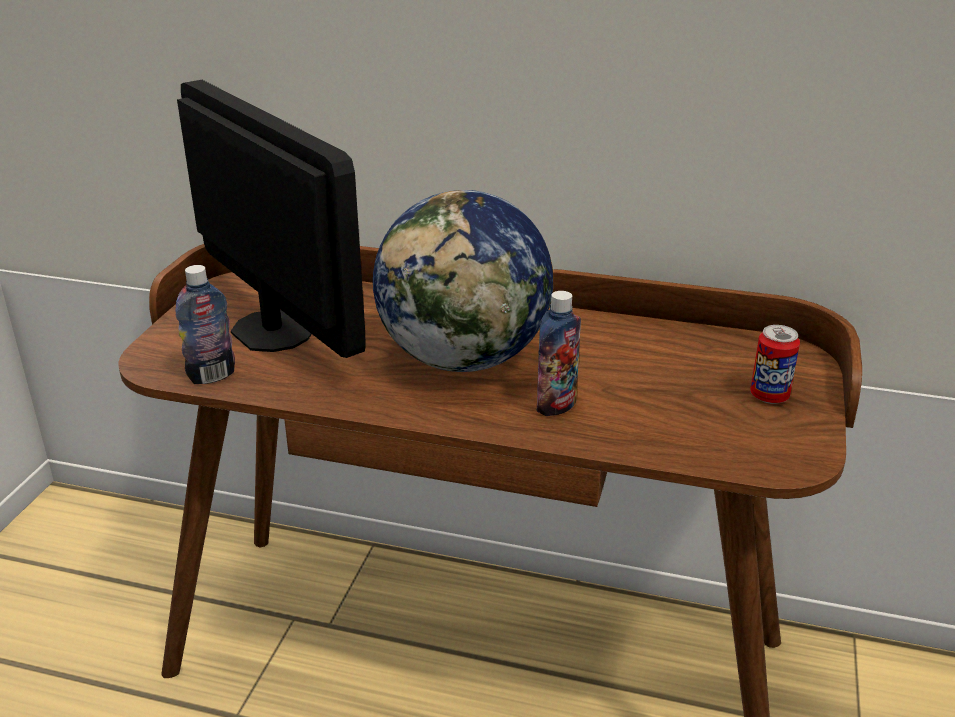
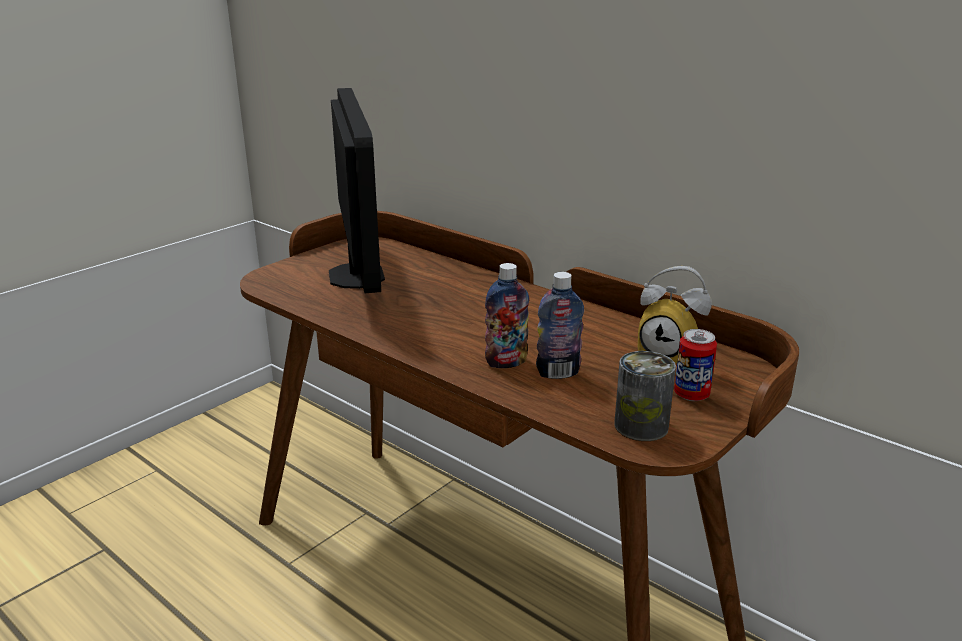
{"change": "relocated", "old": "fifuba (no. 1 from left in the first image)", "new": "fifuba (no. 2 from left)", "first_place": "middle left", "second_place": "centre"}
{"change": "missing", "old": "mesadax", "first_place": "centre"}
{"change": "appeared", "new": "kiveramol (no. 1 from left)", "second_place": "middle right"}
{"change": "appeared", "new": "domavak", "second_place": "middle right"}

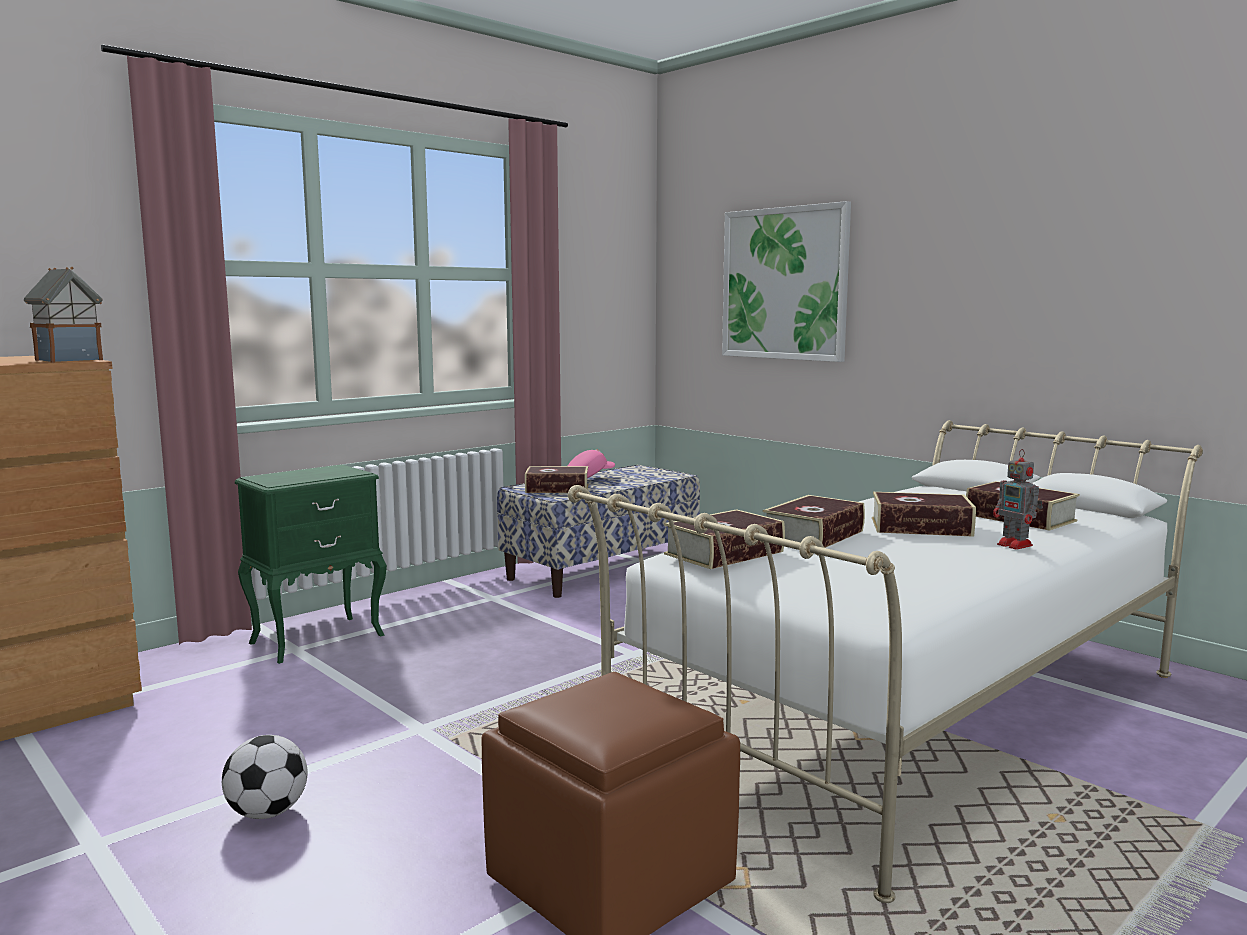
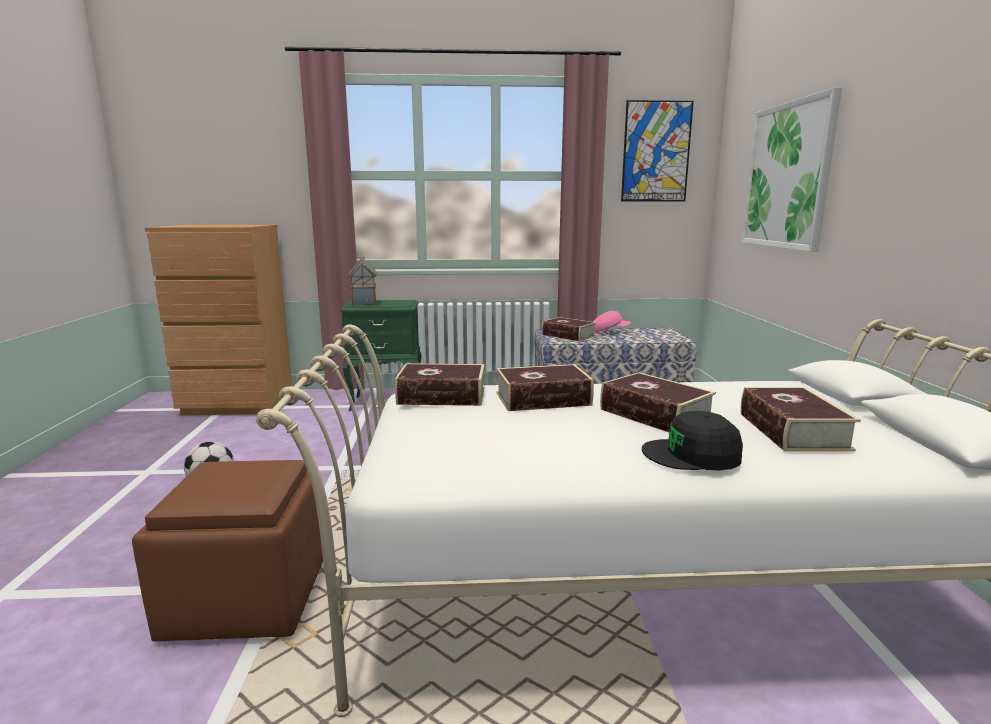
{"change": "relocated", "old": "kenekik", "first_place": "middle left", "second_place": "centre"}
{"change": "exchanged", "old": "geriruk", "new": "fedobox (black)", "first_place": "middle right", "second_place": "middle right"}
{"change": "appeared", "new": "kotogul (no. 1 from left)", "second_place": "top centre"}

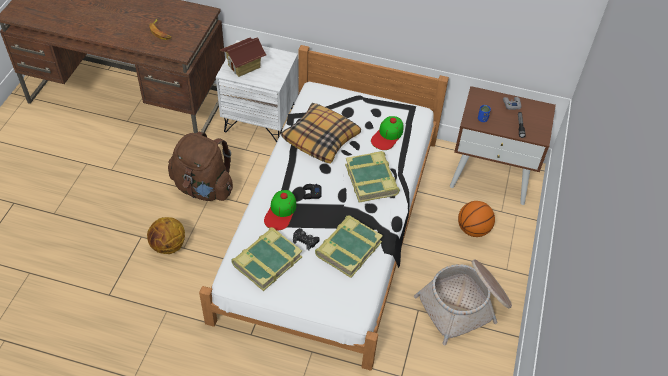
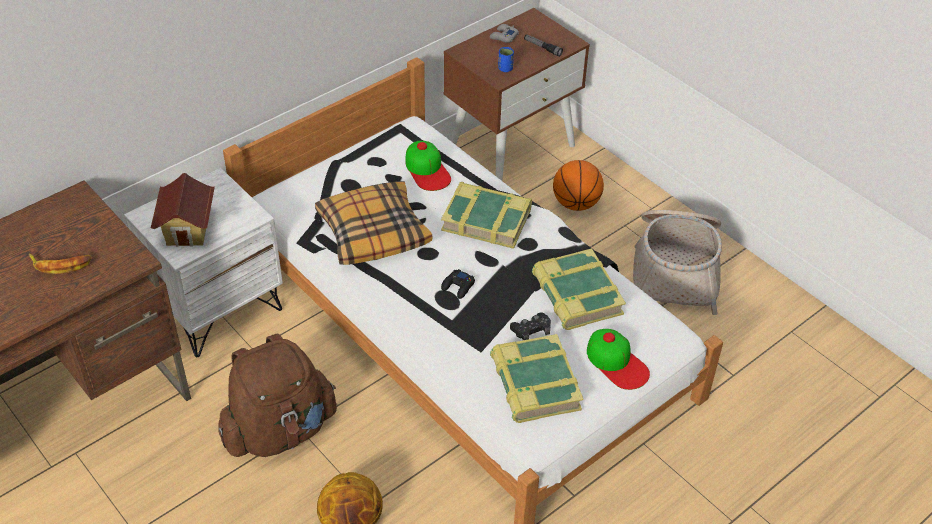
{"change": "relocated", "old": "fedobox (no. 1 from left in the first image)", "new": "fedobox (no. 2 from left)", "first_place": "centre", "second_place": "bottom centre"}

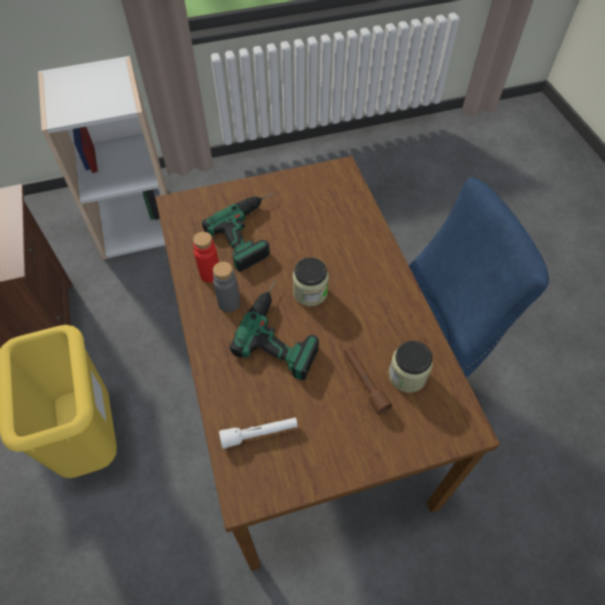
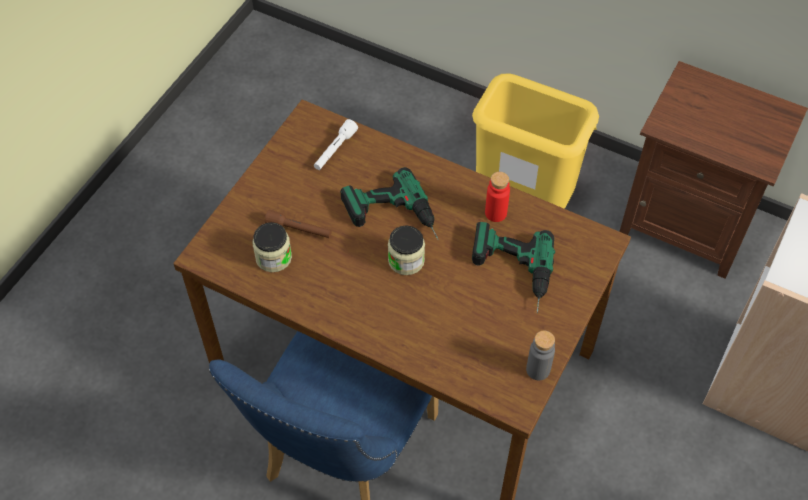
{"change": "relocated", "old": "fifuba (grey)", "first_place": "centre", "second_place": "bottom right"}

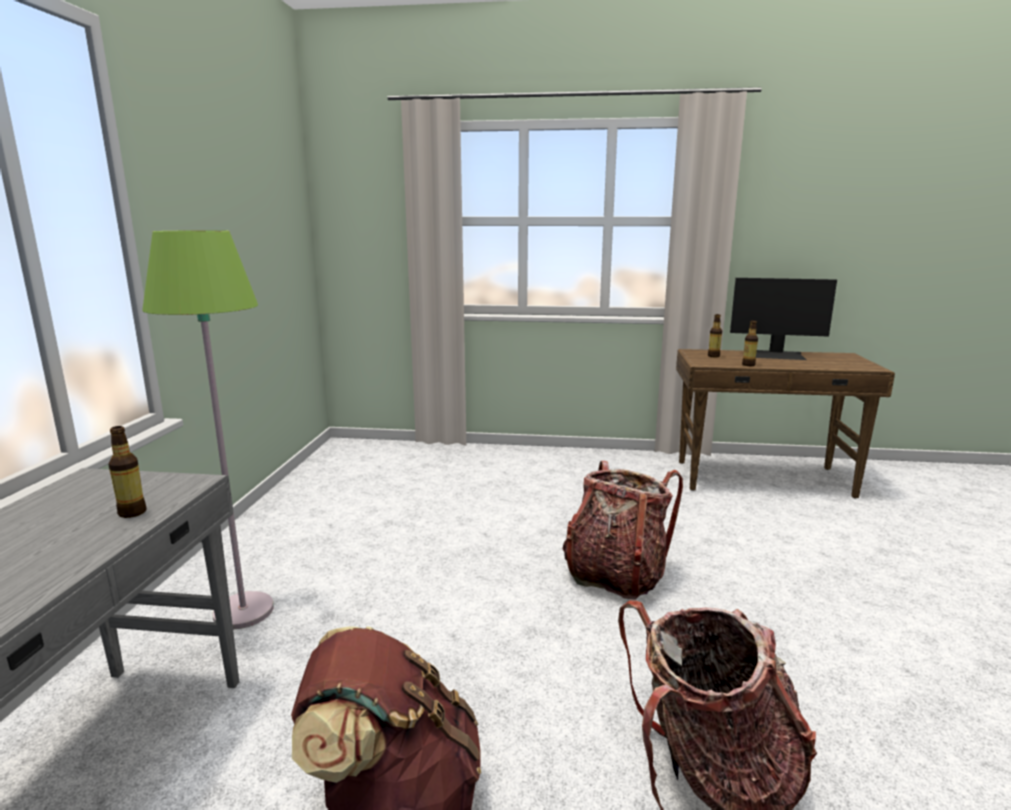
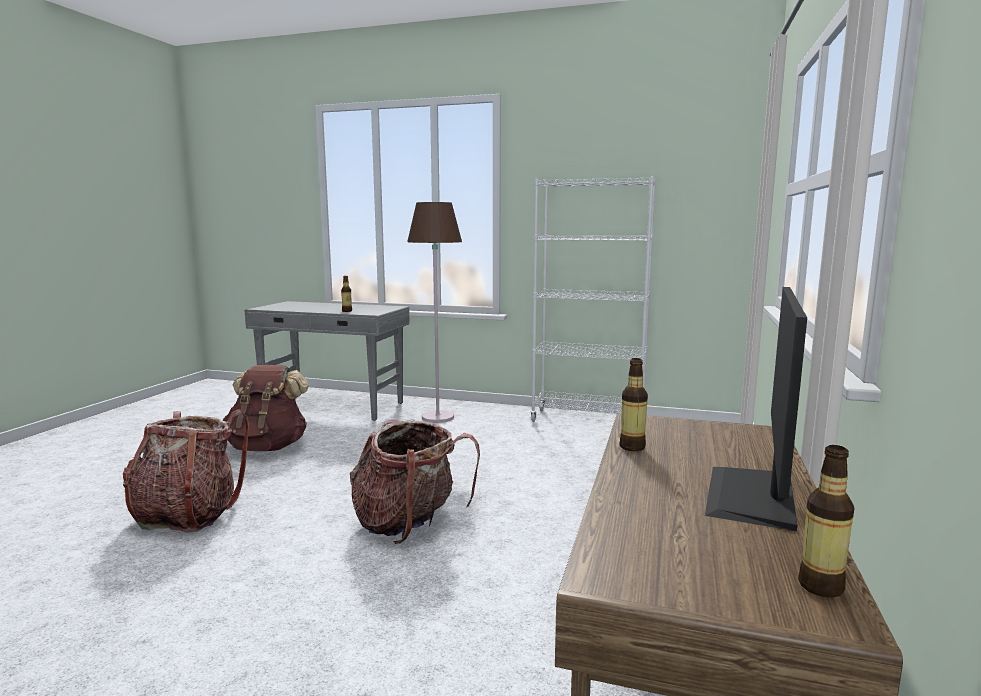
{"change": "colour", "old": "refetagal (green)", "new": "refetagal (brown)", "first_place": "middle left", "second_place": "centre"}
{"change": "relocated", "old": "fifuba (no. 2 from left in the first image)", "new": "fifuba (no. 3 from left)", "first_place": "middle right", "second_place": "bottom right"}
{"change": "appeared", "new": "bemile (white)", "second_place": "centre"}

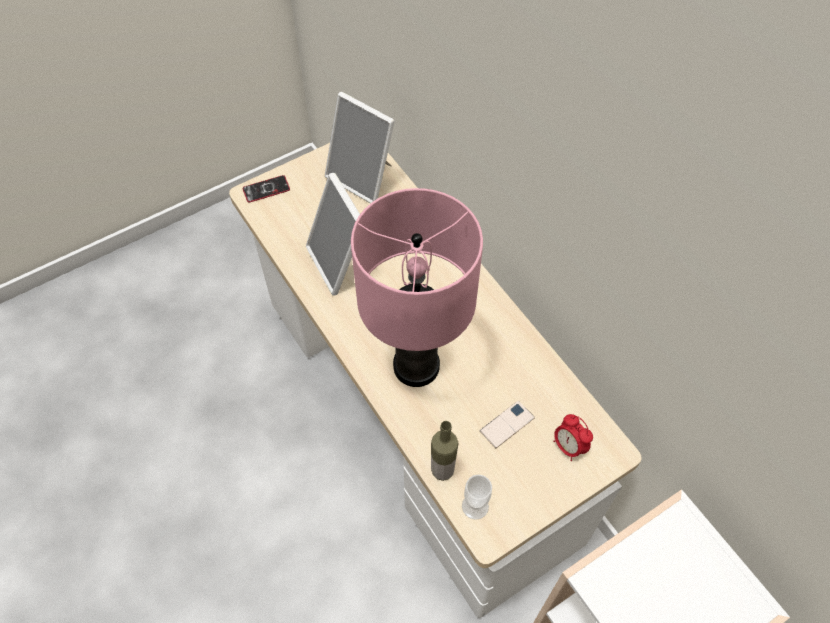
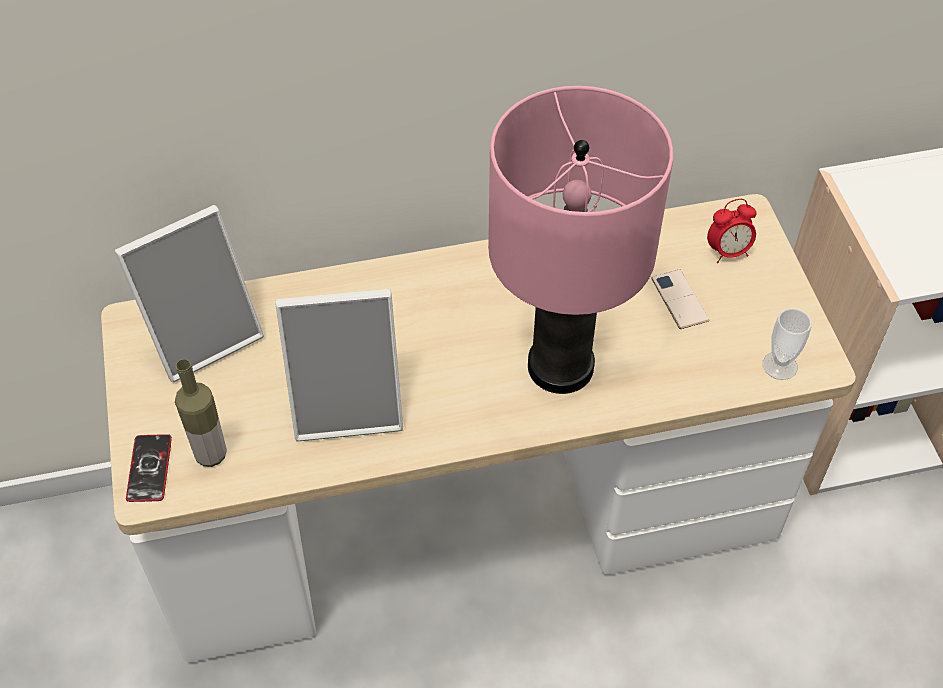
{"change": "relocated", "old": "fifuba", "first_place": "bottom centre", "second_place": "middle left"}

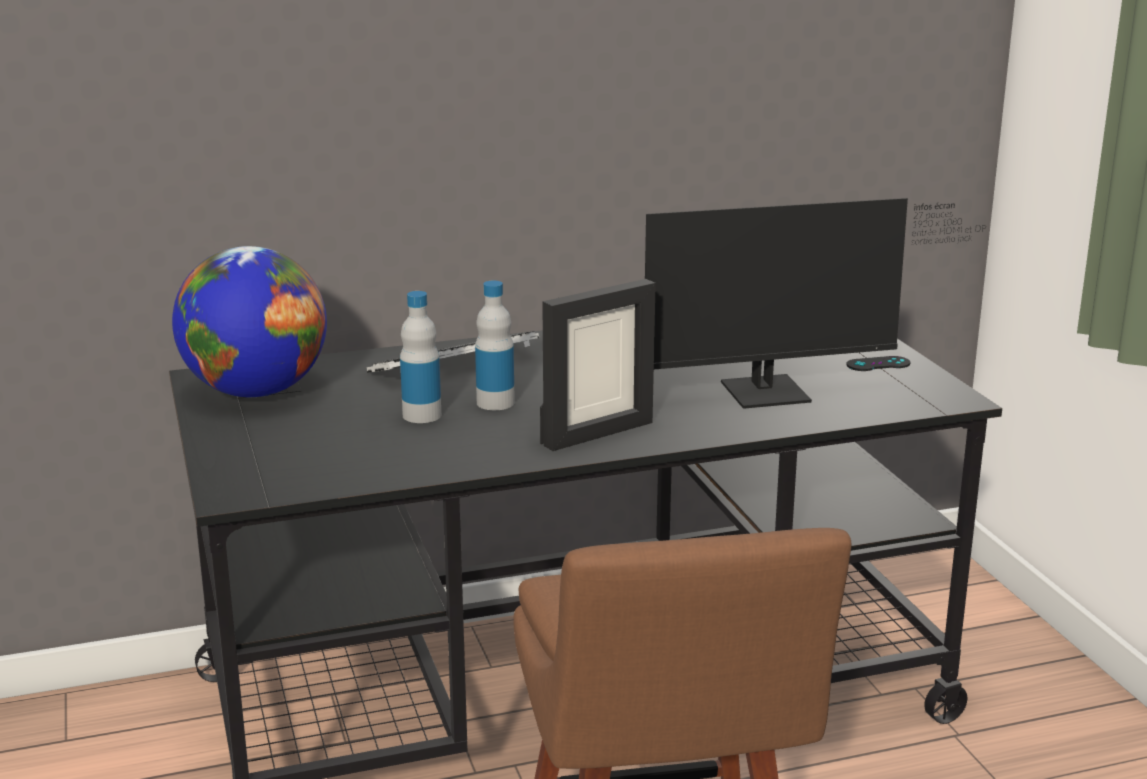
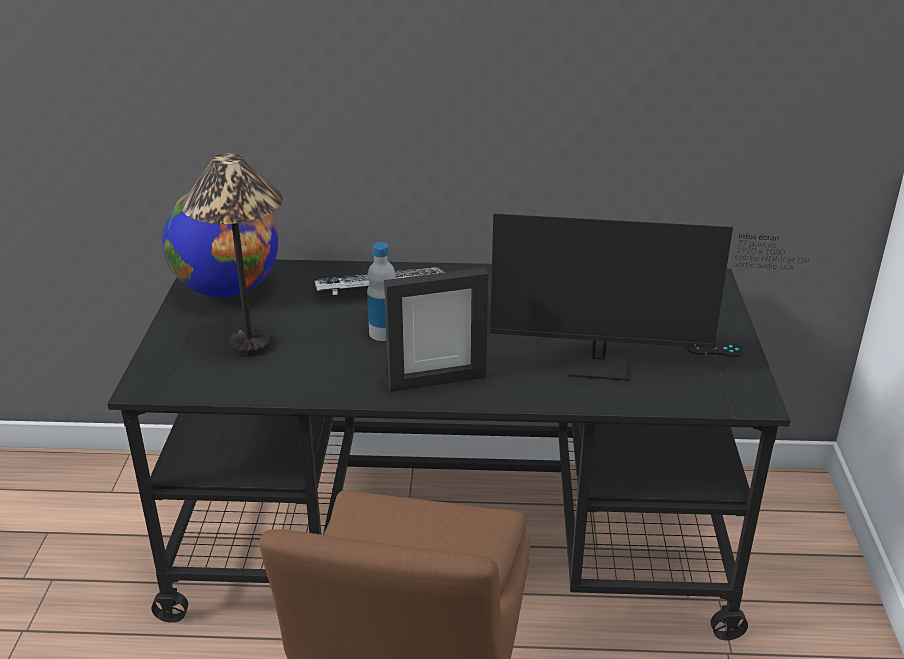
{"change": "missing", "old": "fifuba (no. 1 from left)", "first_place": "centre"}
{"change": "appeared", "new": "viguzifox", "second_place": "middle left"}

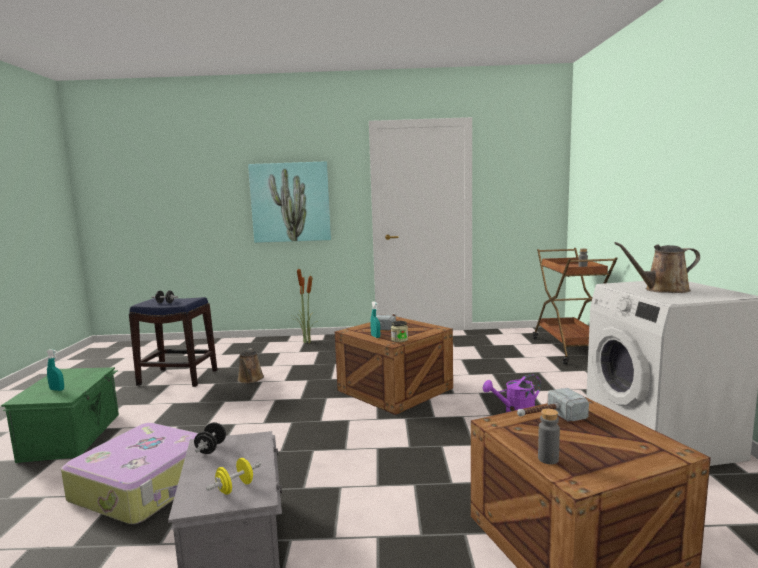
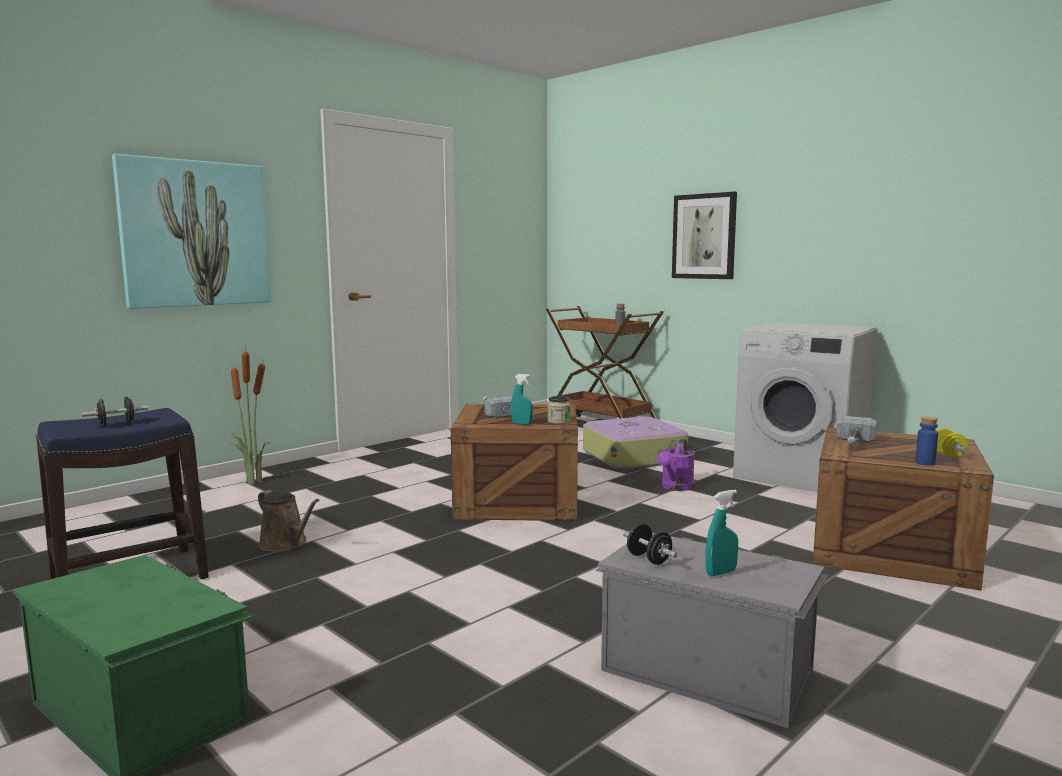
{"change": "relocated", "old": "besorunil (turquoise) (no. 1 from left in the first image)", "new": "besorunil (turquoise) (no. 2 from left)", "first_place": "middle left", "second_place": "bottom right"}
{"change": "relocated", "old": "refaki", "first_place": "bottom left", "second_place": "centre"}
{"change": "relocated", "old": "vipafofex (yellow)", "first_place": "bottom left", "second_place": "middle right"}
{"change": "colour", "old": "fifuba (grey) (no. 1 from left)", "new": "fifuba (blue)", "first_place": "bottom right", "second_place": "middle right"}
{"change": "missing", "old": "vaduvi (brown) (no. 2 from left)", "first_place": "middle right"}
{"change": "appeared", "new": "kotogul (no. 2 from left)", "second_place": "top centre"}

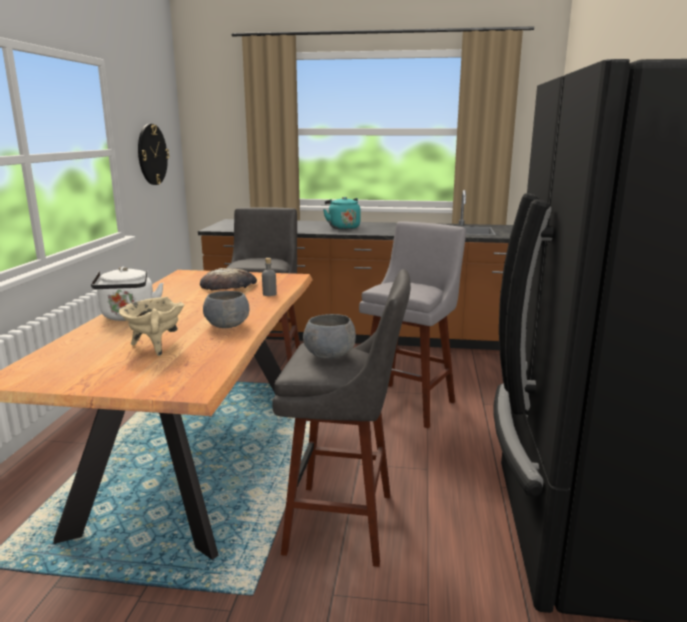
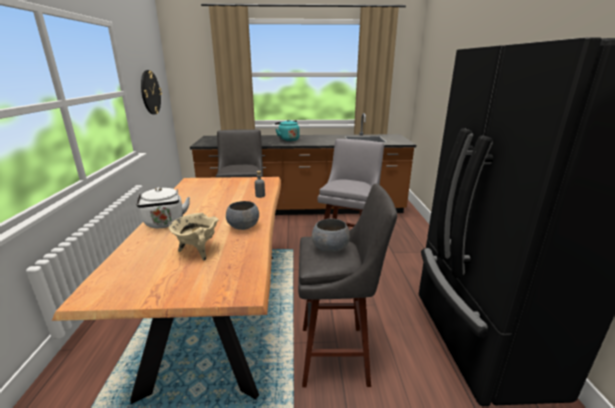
{"change": "missing", "old": "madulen", "first_place": "middle left"}

